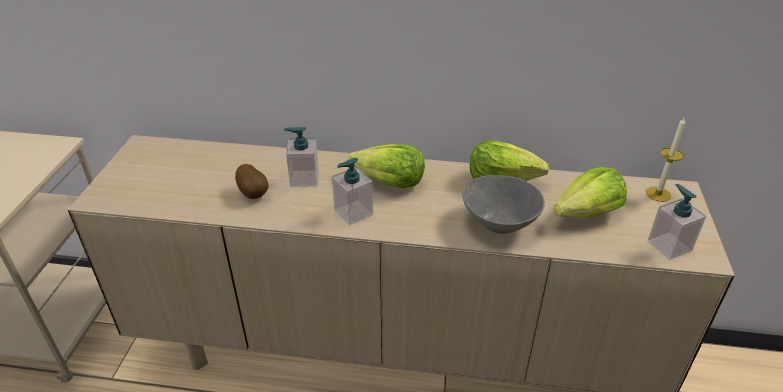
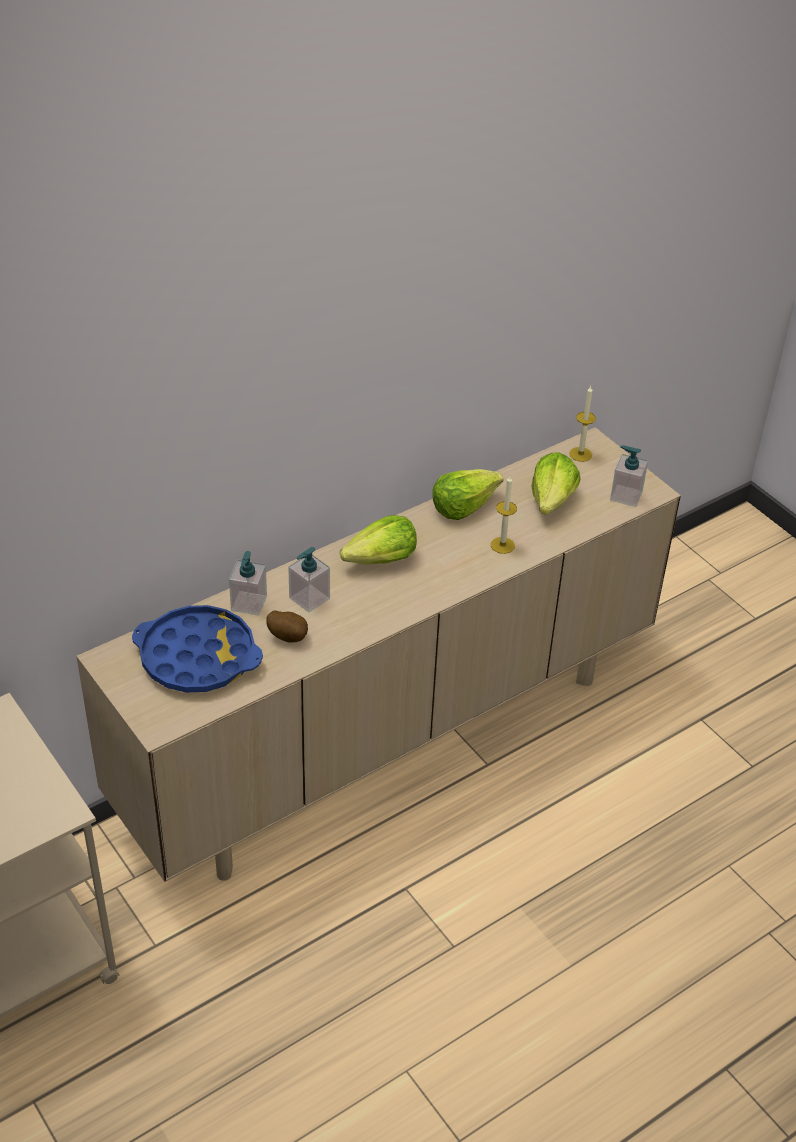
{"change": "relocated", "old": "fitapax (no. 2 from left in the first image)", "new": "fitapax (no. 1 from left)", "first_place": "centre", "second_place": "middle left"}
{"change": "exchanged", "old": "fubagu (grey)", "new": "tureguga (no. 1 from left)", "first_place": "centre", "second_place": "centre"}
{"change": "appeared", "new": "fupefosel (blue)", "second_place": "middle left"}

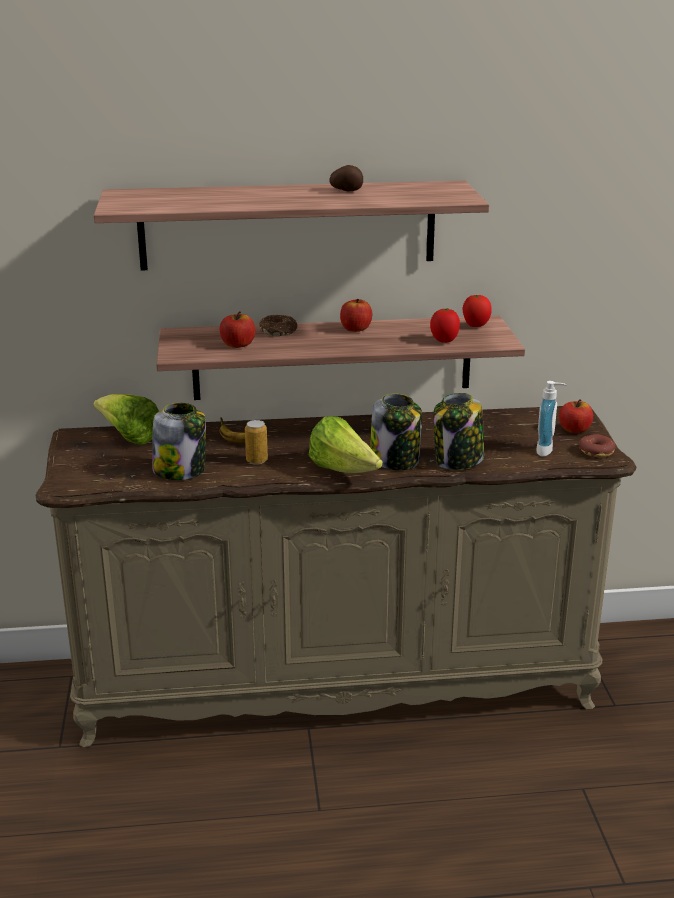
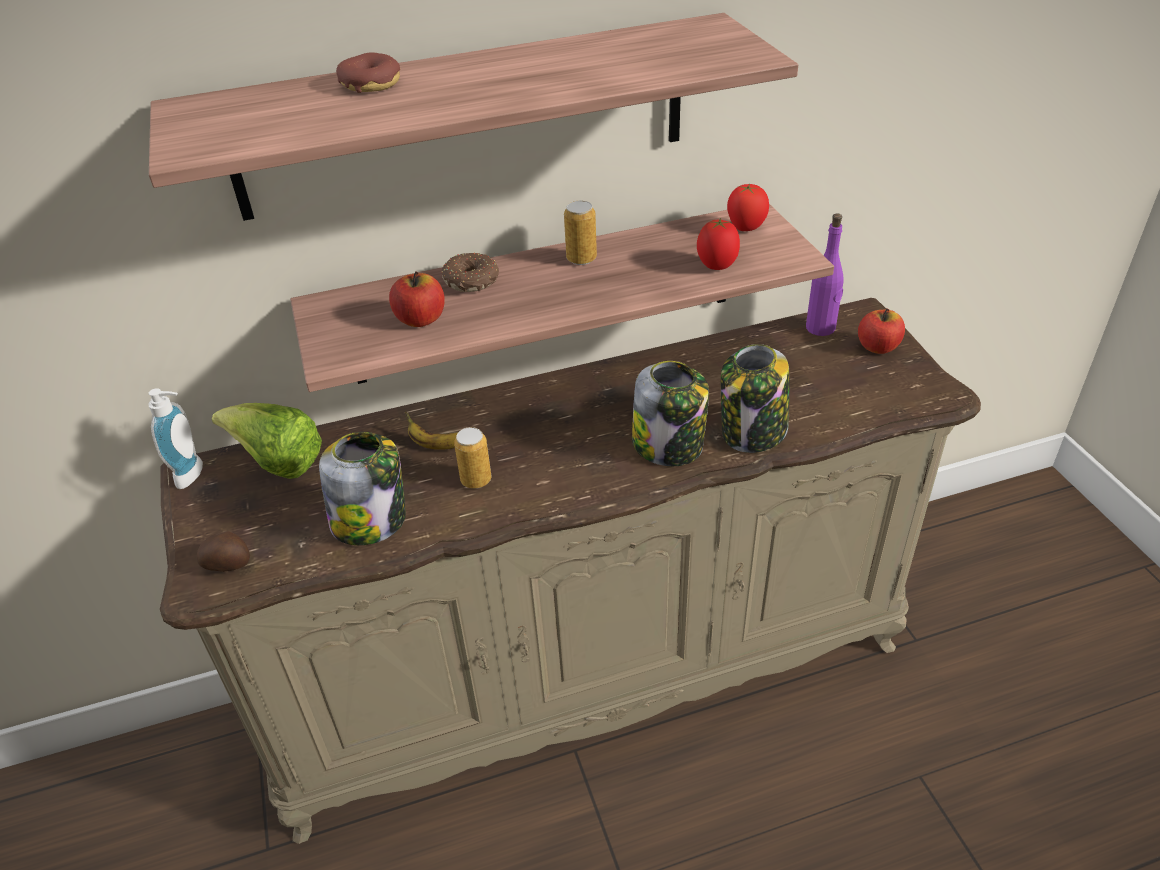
{"change": "missing", "old": "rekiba (no. 2 from left)", "first_place": "centre"}
{"change": "relocated", "old": "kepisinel", "first_place": "top centre", "second_place": "middle left"}
{"change": "exchanged", "old": "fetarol (no. 2 from left)", "new": "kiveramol (no. 2 from left)", "first_place": "centre", "second_place": "top centre"}
{"change": "relocated", "old": "fitapax", "first_place": "middle right", "second_place": "middle left"}
{"change": "relocated", "old": "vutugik (no. 2 from left in the first image)", "new": "vutugik (no. 1 from left)", "first_place": "middle right", "second_place": "top left"}
{"change": "appeared", "new": "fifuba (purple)", "second_place": "top right"}

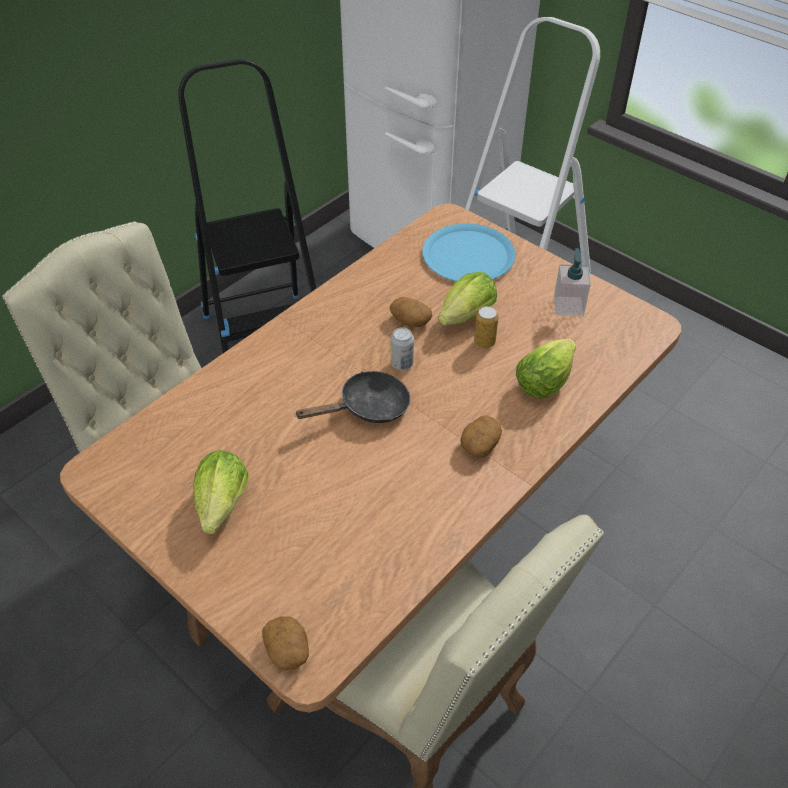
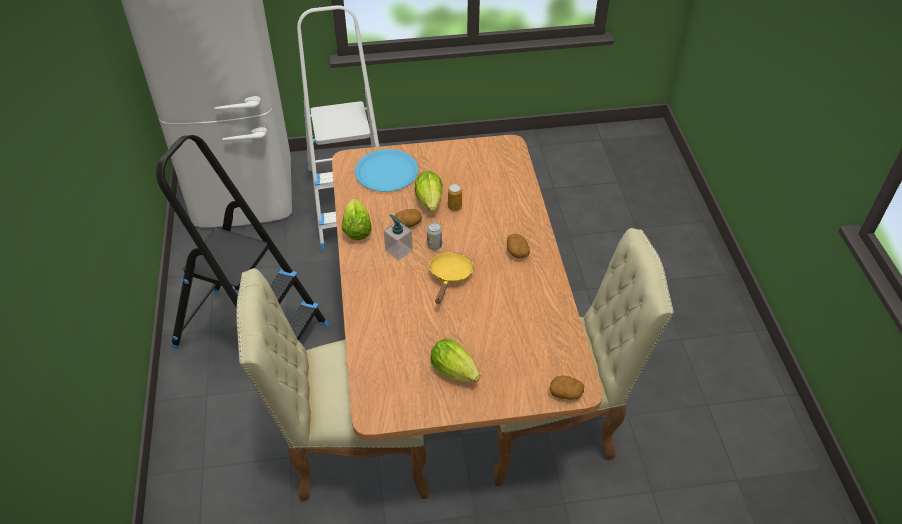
{"change": "colour", "old": "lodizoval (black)", "new": "lodizoval (yellow)", "first_place": "centre", "second_place": "centre"}
{"change": "relocated", "old": "rekiba (no. 3 from left in the first image)", "new": "rekiba (no. 1 from left)", "first_place": "middle right", "second_place": "centre"}
{"change": "relocated", "old": "fitapax", "first_place": "middle right", "second_place": "centre"}

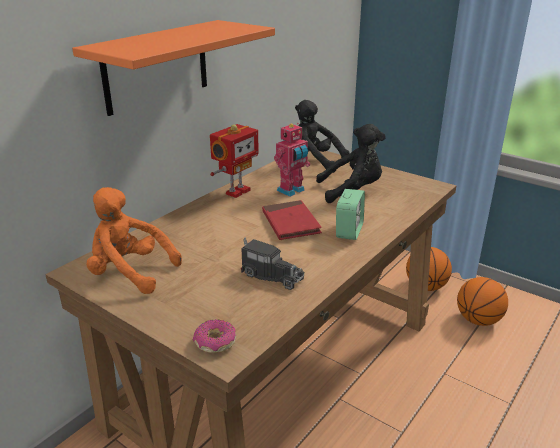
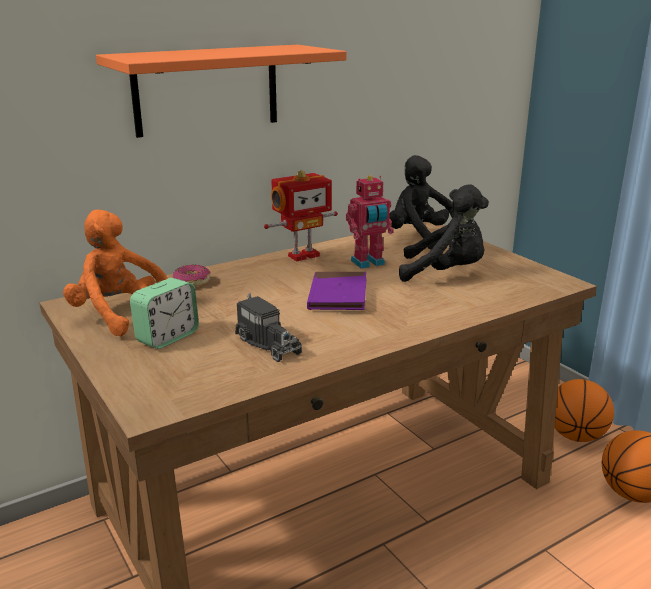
{"change": "relocated", "old": "vutugik", "first_place": "bottom centre", "second_place": "middle left"}
{"change": "colour", "old": "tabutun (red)", "new": "tabutun (purple)", "first_place": "centre", "second_place": "centre"}
{"change": "relocated", "old": "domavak", "first_place": "centre", "second_place": "middle left"}

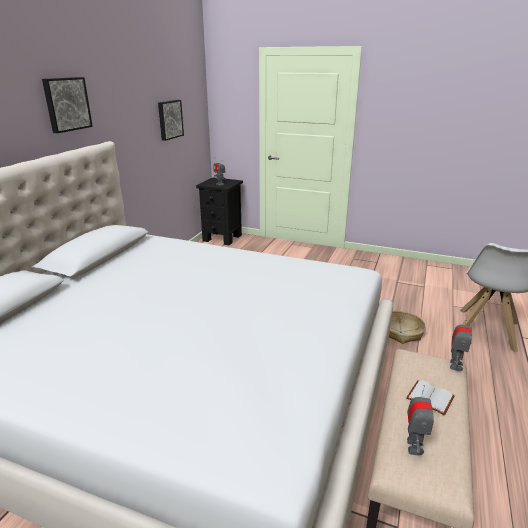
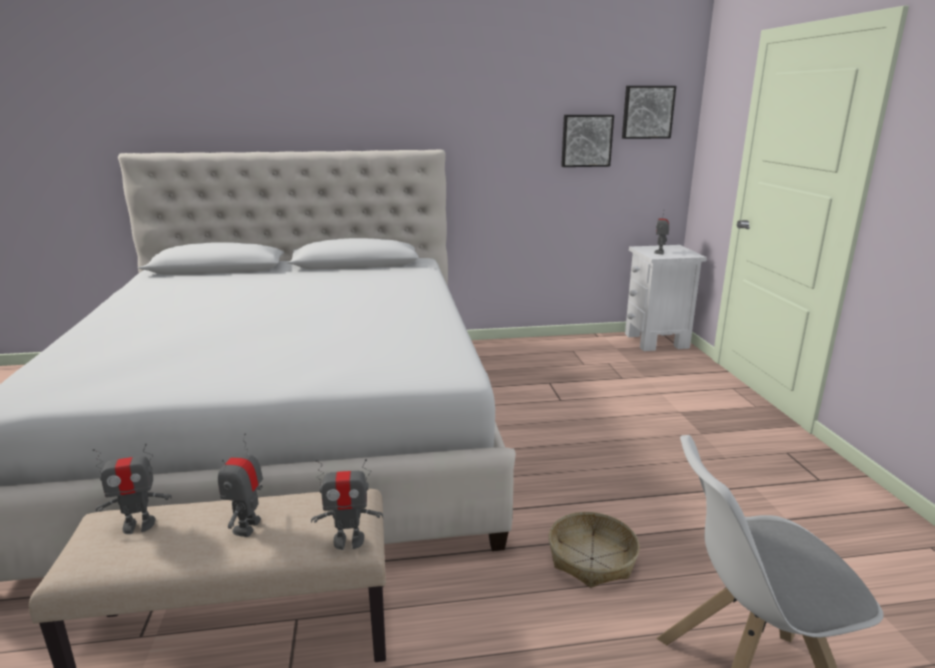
{"change": "relocated", "old": "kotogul (no. 1 from left in the first image)", "new": "kotogul (no. 2 from left)", "first_place": "top left", "second_place": "top right"}
{"change": "colour", "old": "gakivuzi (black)", "new": "gakivuzi (white)", "first_place": "centre", "second_place": "middle right"}
{"change": "exchanged", "old": "tabutun (white)", "new": "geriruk (no. 2 from left)", "first_place": "bottom right", "second_place": "bottom left"}

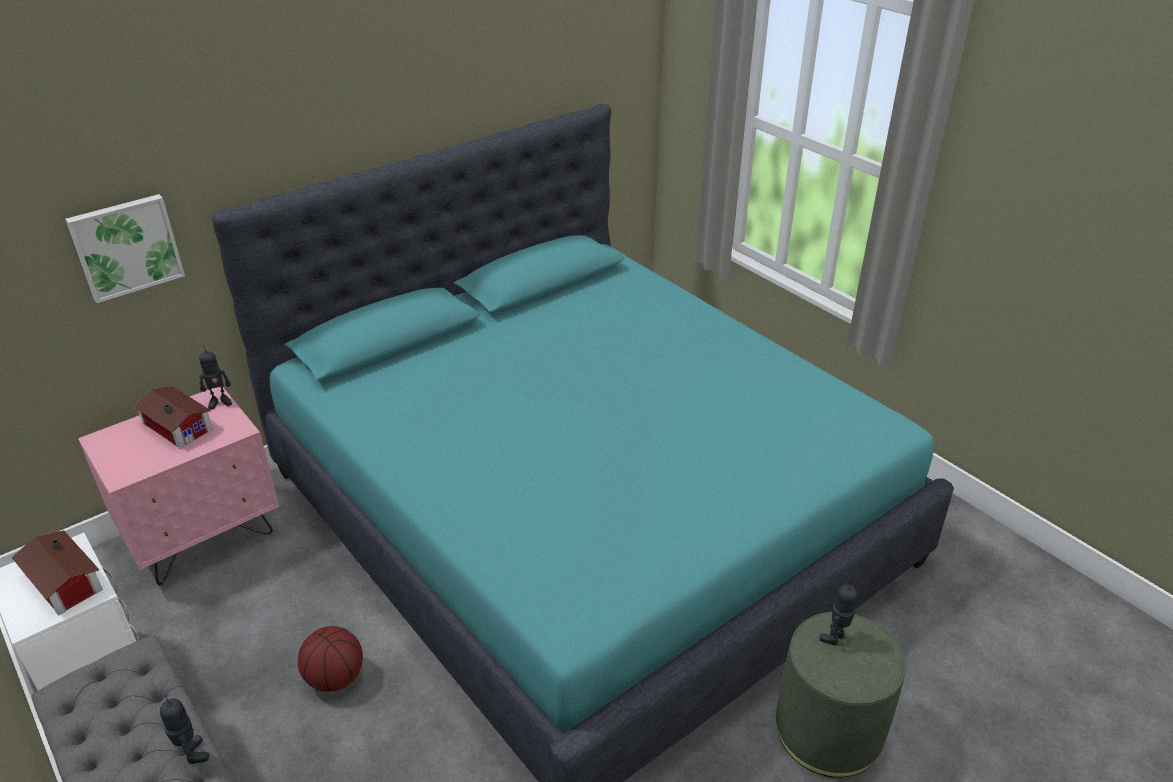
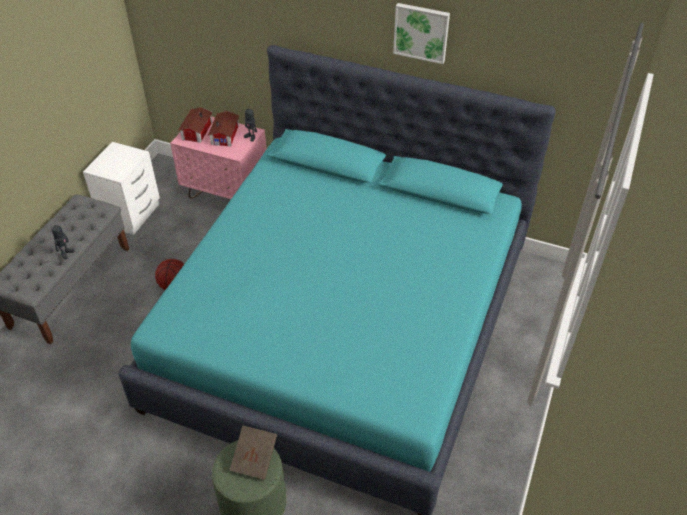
{"change": "relocated", "old": "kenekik (no. 1 from left)", "first_place": "bottom left", "second_place": "top left"}
{"change": "relocated", "old": "kotogul", "first_place": "top left", "second_place": "top centre"}
{"change": "exchanged", "old": "geriruk (no. 3 from left)", "new": "tabutun (brown)", "first_place": "bottom right", "second_place": "bottom centre"}

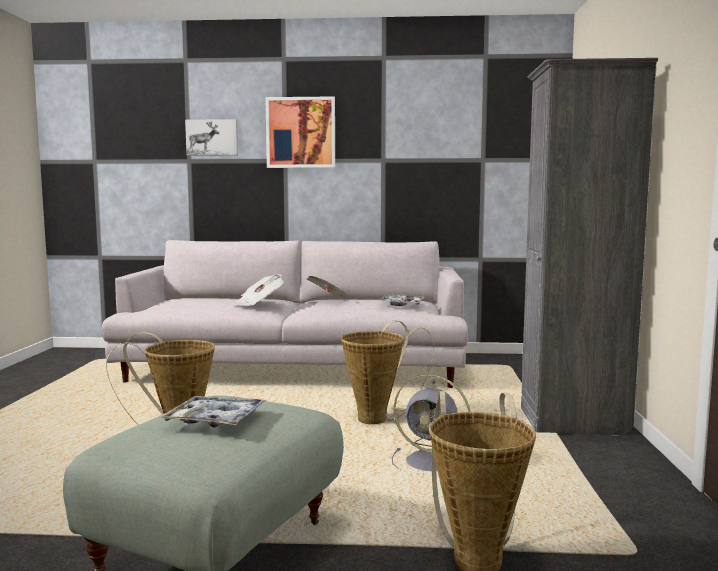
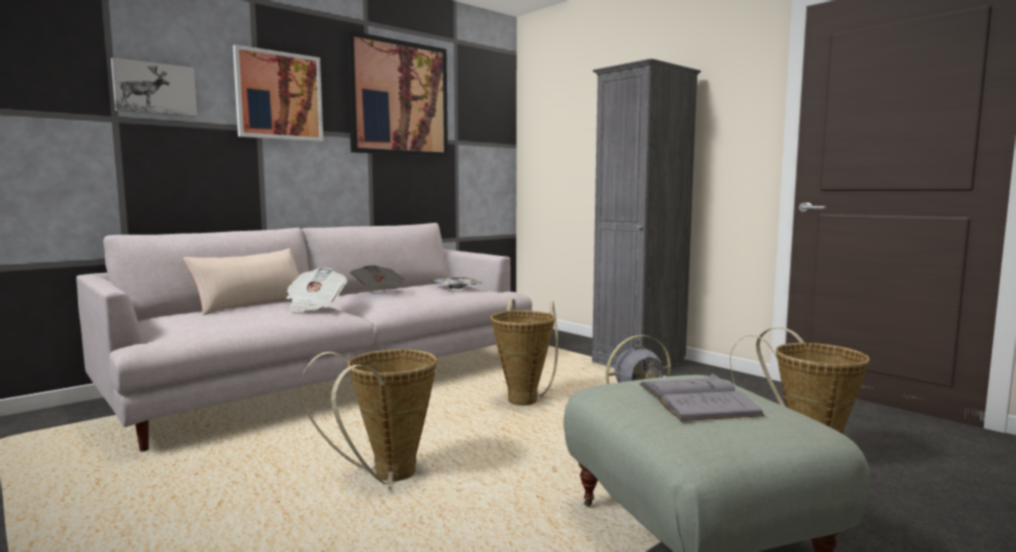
{"change": "exchanged", "old": "fupefosel (no. 1 from left)", "new": "tabutun (grey)", "first_place": "bottom left", "second_place": "bottom right"}
{"change": "appeared", "new": "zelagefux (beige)", "second_place": "middle left"}
{"change": "appeared", "new": "kotogul (no. 3 from left)", "second_place": "top centre"}

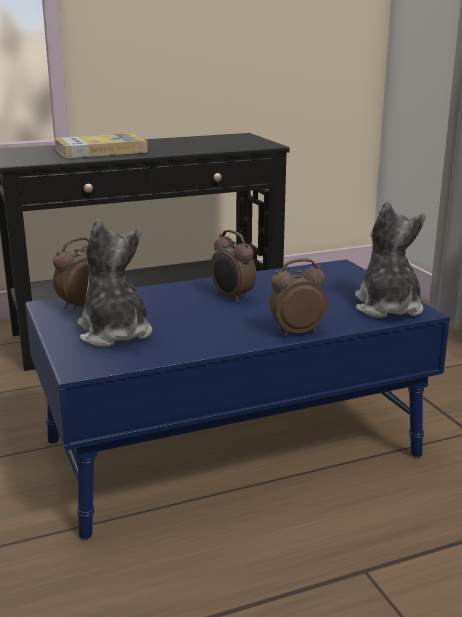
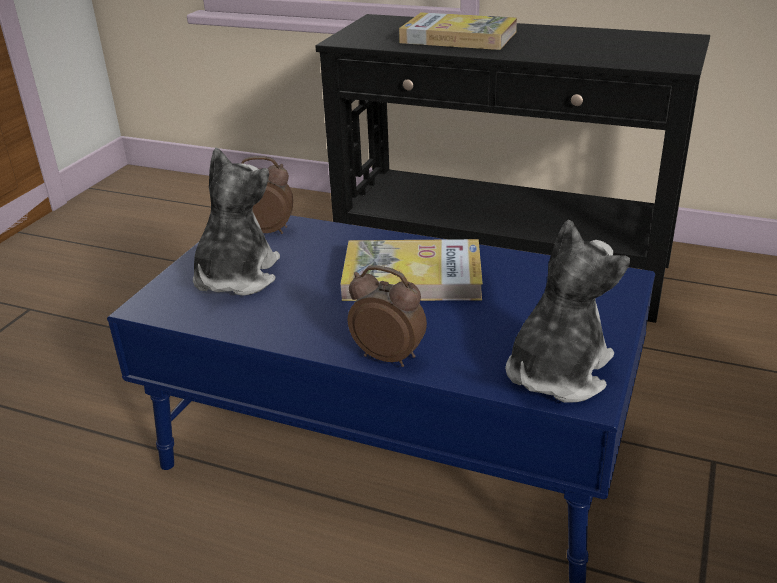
{"change": "exchanged", "old": "domavak (no. 2 from left)", "new": "tabutun (no. 1 from left)", "first_place": "centre", "second_place": "centre"}

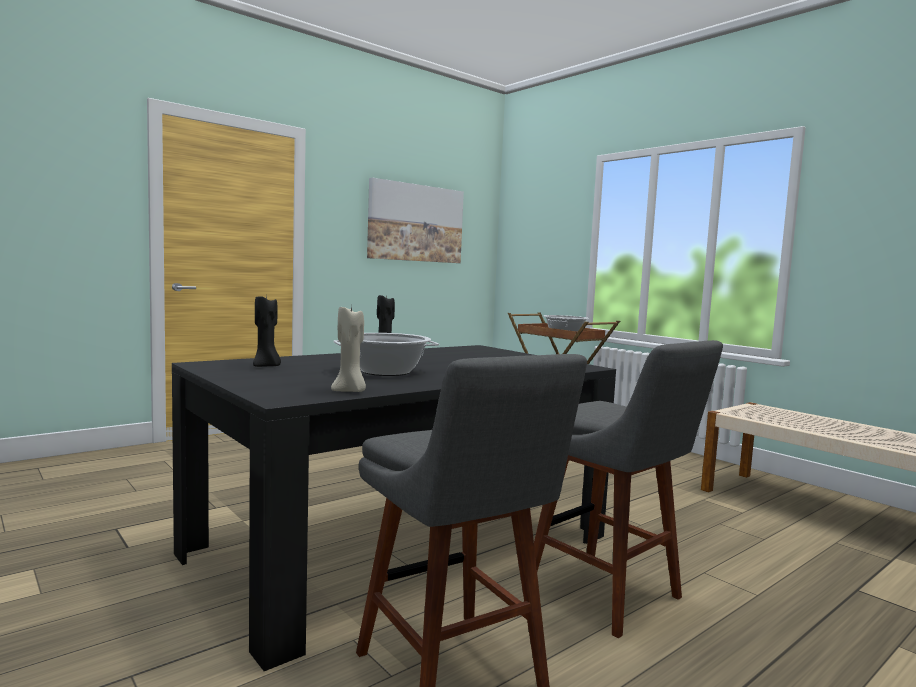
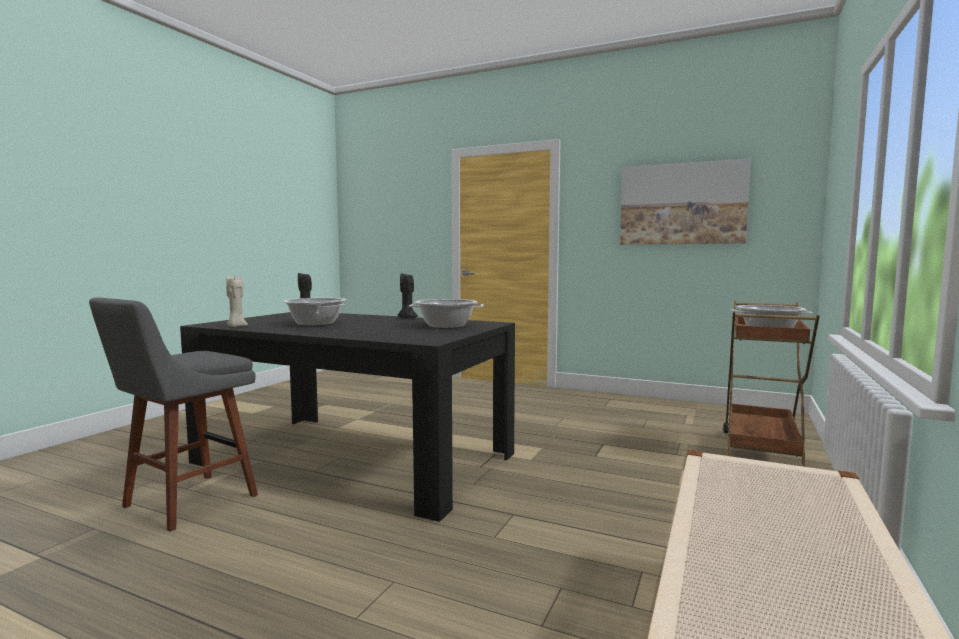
{"change": "missing", "old": "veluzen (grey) (no. 2 from left)", "first_place": "bottom right"}
{"change": "appeared", "new": "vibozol (no. 2 from left)", "second_place": "centre"}

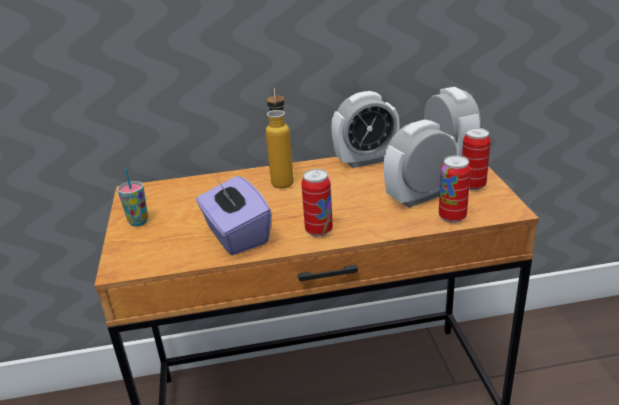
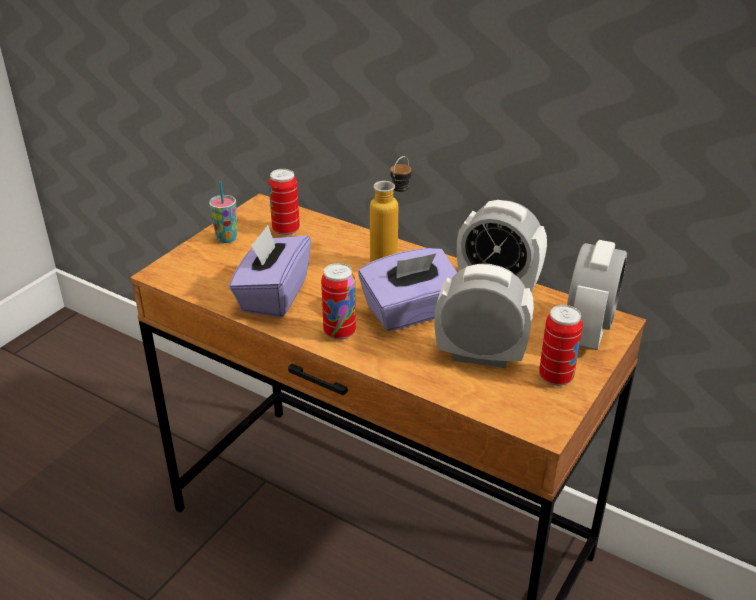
{"change": "relocated", "old": "kiveramol (no. 2 from left in the first image)", "new": "kiveramol (no. 1 from left)", "first_place": "middle right", "second_place": "centre"}
{"change": "appeared", "new": "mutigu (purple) (no. 2 from left)", "second_place": "centre"}

